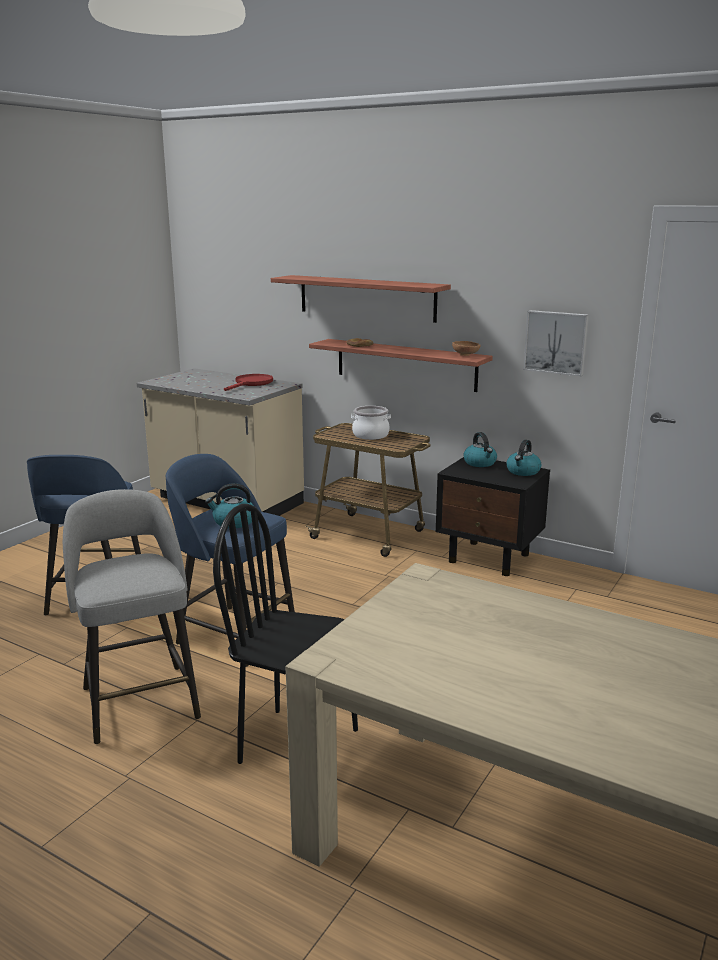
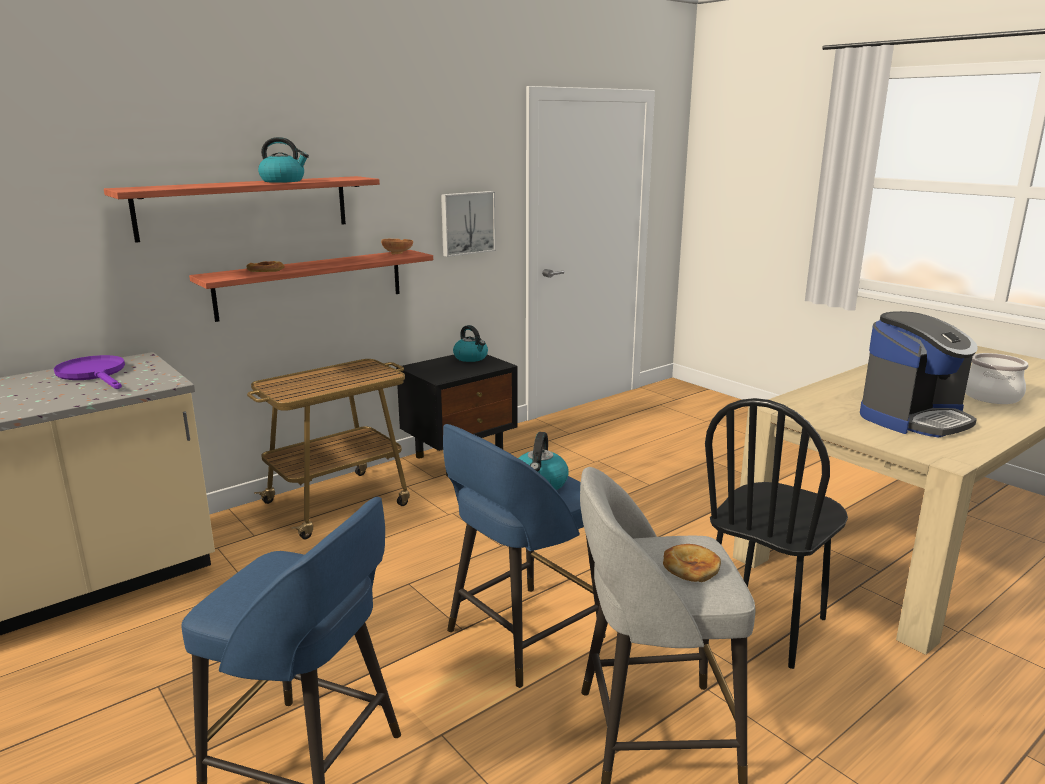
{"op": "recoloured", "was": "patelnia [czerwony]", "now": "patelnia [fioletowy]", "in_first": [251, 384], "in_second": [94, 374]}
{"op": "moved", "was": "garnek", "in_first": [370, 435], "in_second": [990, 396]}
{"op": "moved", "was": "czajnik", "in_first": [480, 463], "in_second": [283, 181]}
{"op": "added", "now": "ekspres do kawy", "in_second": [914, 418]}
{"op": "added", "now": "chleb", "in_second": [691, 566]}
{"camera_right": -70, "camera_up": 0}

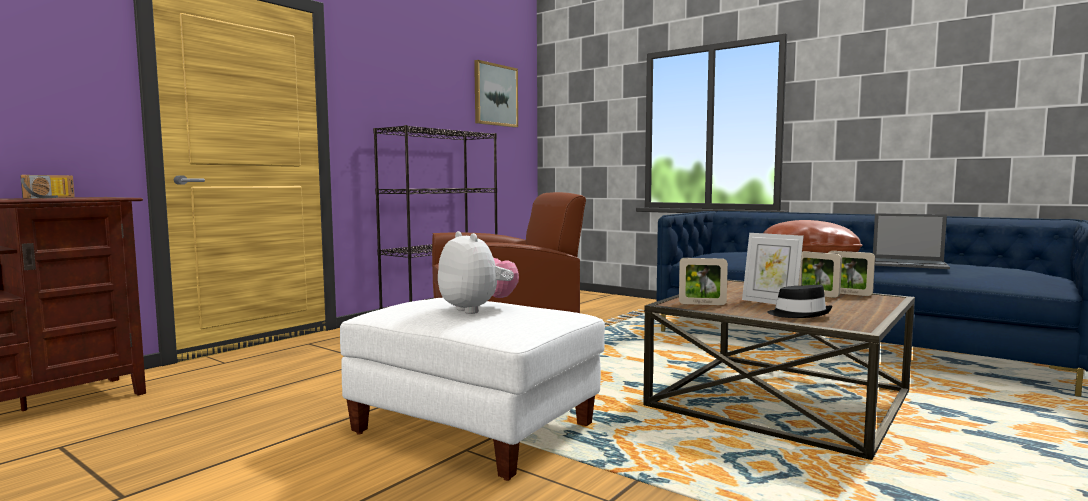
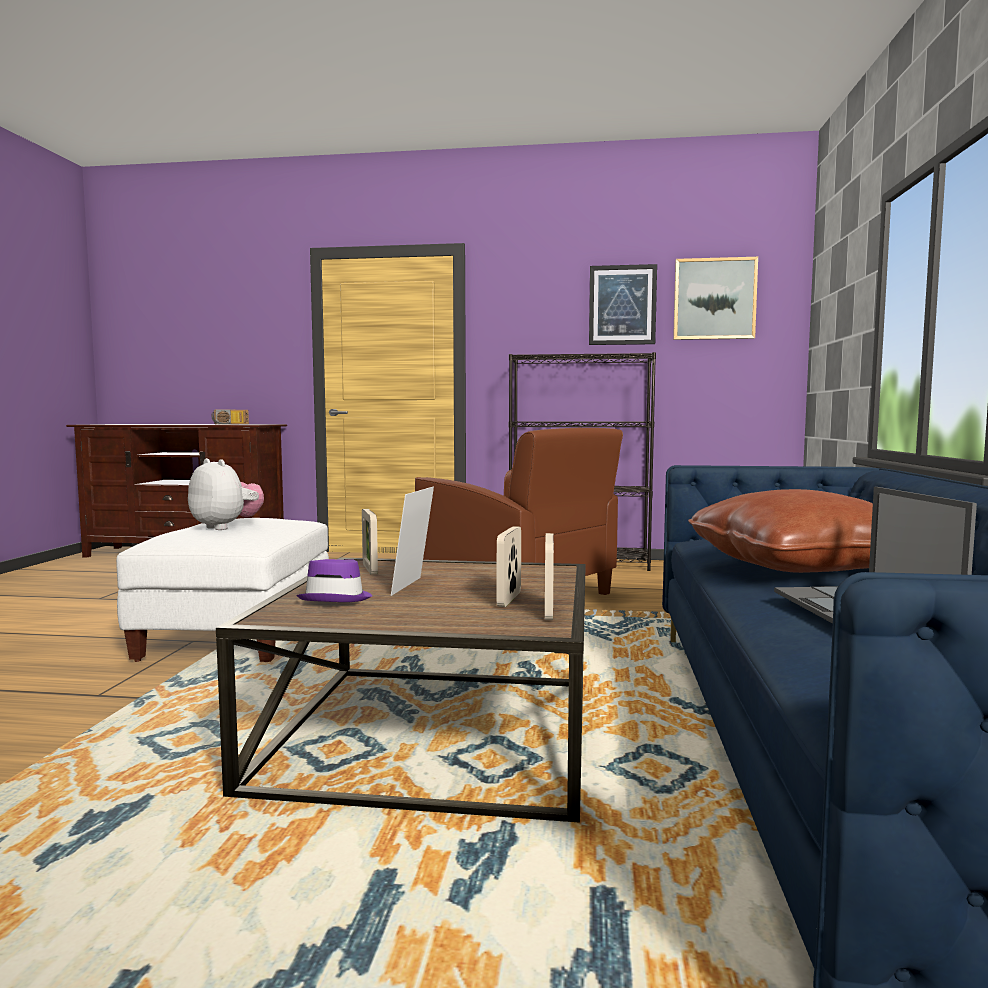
{"op": "turned", "was": "pluszak", "in_first": [477, 309], "in_second": [226, 527], "clockwise": -75}
{"op": "recoloured", "was": "kapelusz [czarny]", "now": "kapelusz [fioletowy]", "in_first": [799, 314], "in_second": [337, 598]}
{"op": "added", "now": "obraz", "in_second": [622, 305]}
{"camera_right": 60, "camera_up": 0}

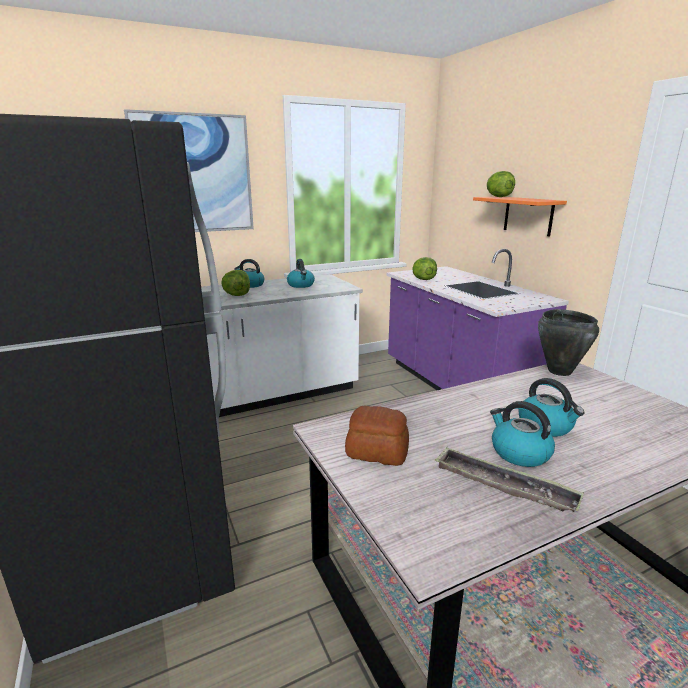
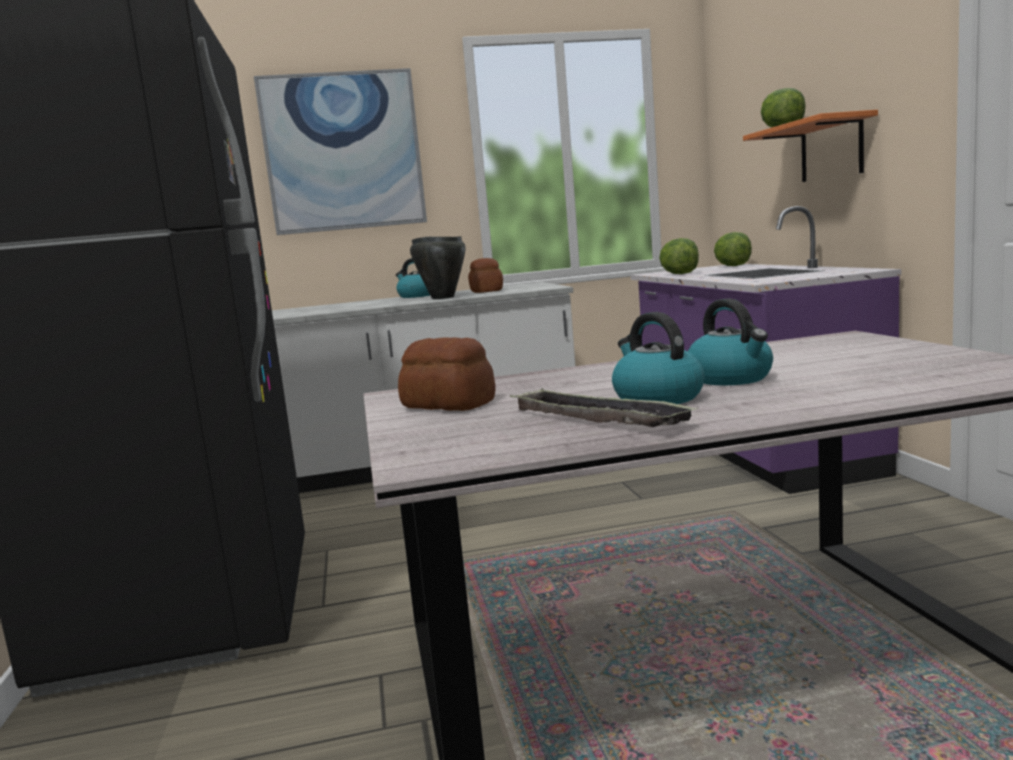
{"op": "replaced", "was": "czajnik", "now": "chleb", "in_first": [301, 285], "in_second": [487, 291]}
{"op": "moved", "was": "sałata", "in_first": [237, 295], "in_second": [732, 266]}
{"op": "moved", "was": "garnek [czarny]", "in_first": [559, 371], "in_second": [442, 298]}
{"camera_right": 15, "camera_up": -10}

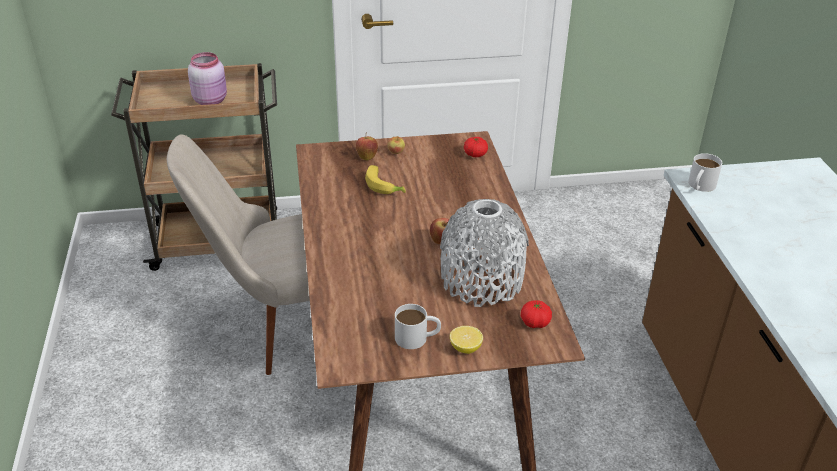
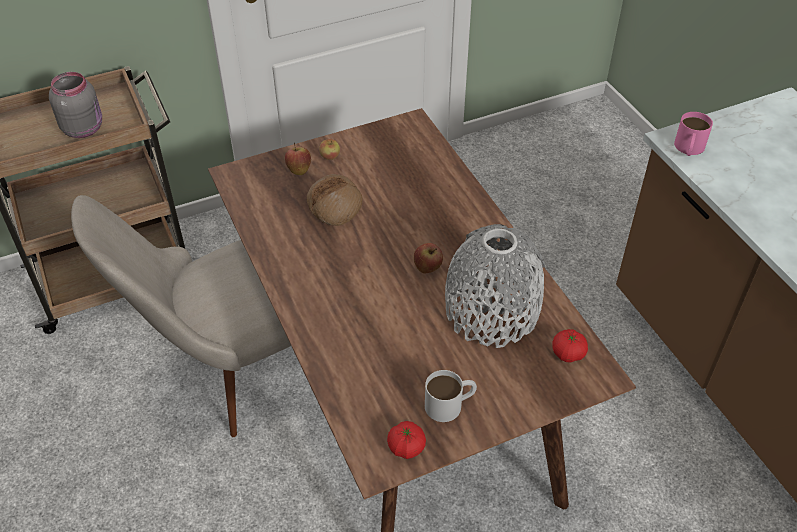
{"op": "recoloured", "was": "słoik [różowy]", "now": "słoik [szary]", "in_first": [211, 100], "in_second": [84, 128]}
{"op": "moved", "was": "pomidor", "in_first": [475, 154], "in_second": [406, 447]}
{"op": "recoloured", "was": "kubek [biały]", "now": "kubek [różowy]", "in_first": [700, 186], "in_second": [688, 149]}
{"op": "replaced", "was": "banan", "now": "chleb", "in_first": [385, 185], "in_second": [335, 206]}
{"op": "removed", "was": "cytryna", "in_first": [465, 348]}
{"camera_right": -15, "camera_up": 10}

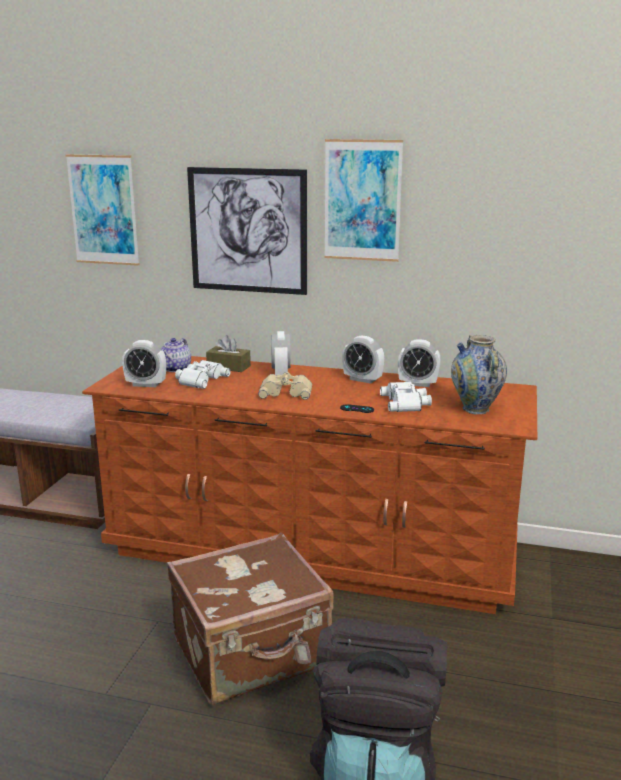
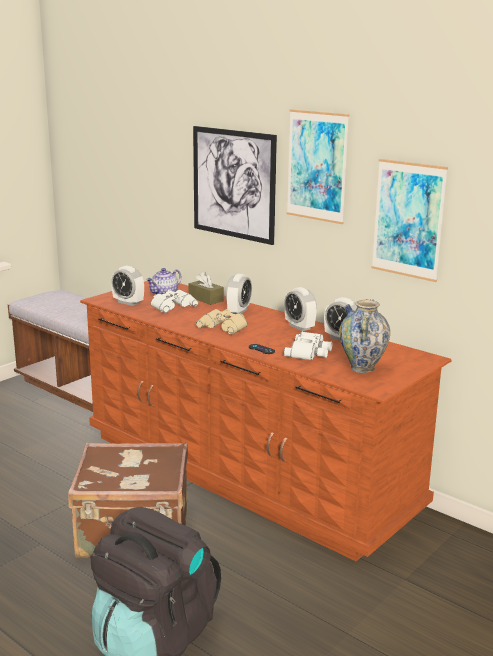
{"op": "moved", "was": "obraz", "in_first": [103, 210], "in_second": [408, 219]}
{"camera_right": 25, "camera_up": 0}

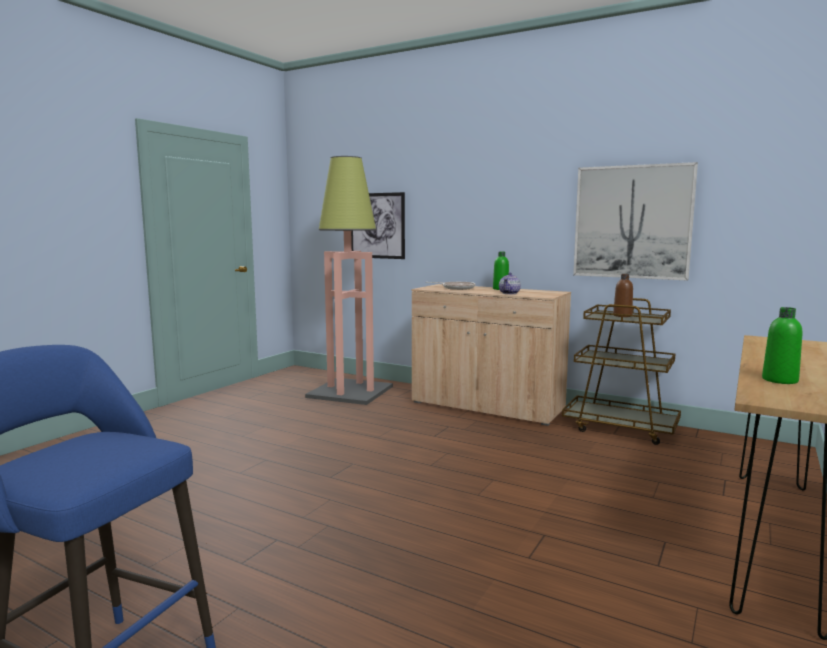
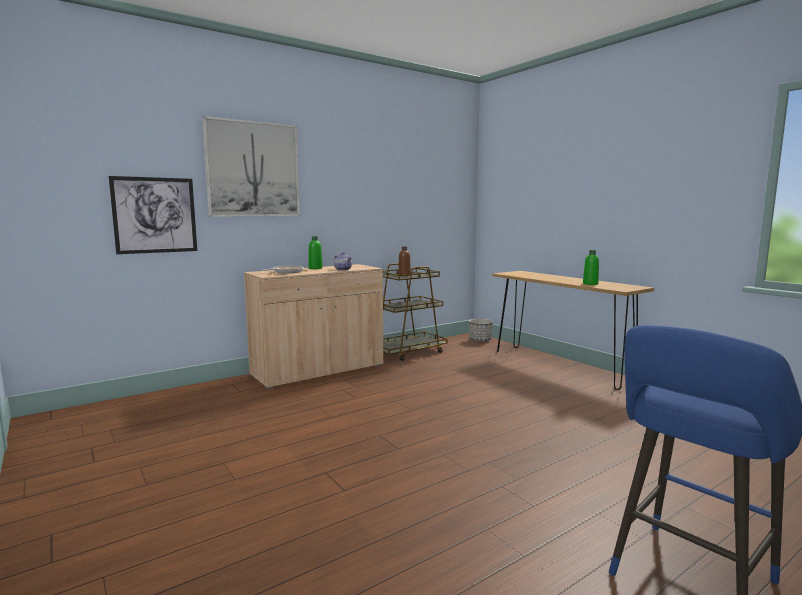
{"op": "removed", "was": "lampa stojąca", "in_first": [351, 392]}
{"op": "moved", "was": "obraz", "in_first": [632, 222], "in_second": [253, 169]}
{"op": "added", "now": "donica", "in_second": [480, 340]}
{"camera_right": -65, "camera_up": 0}

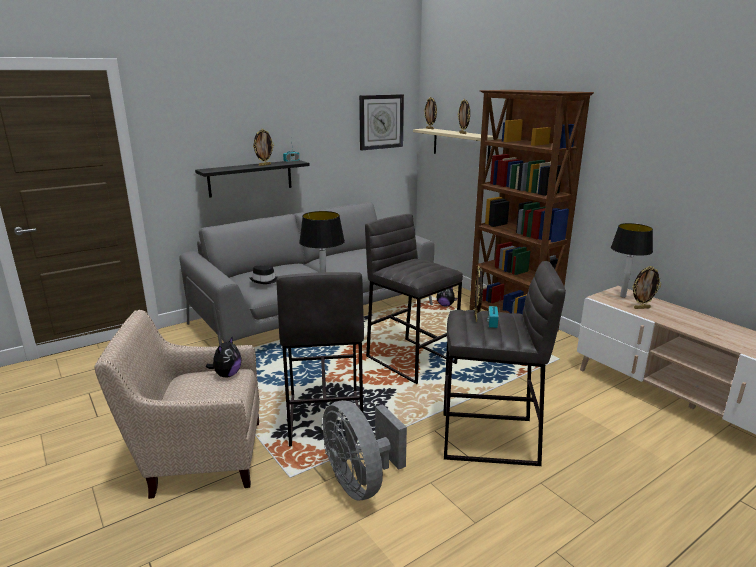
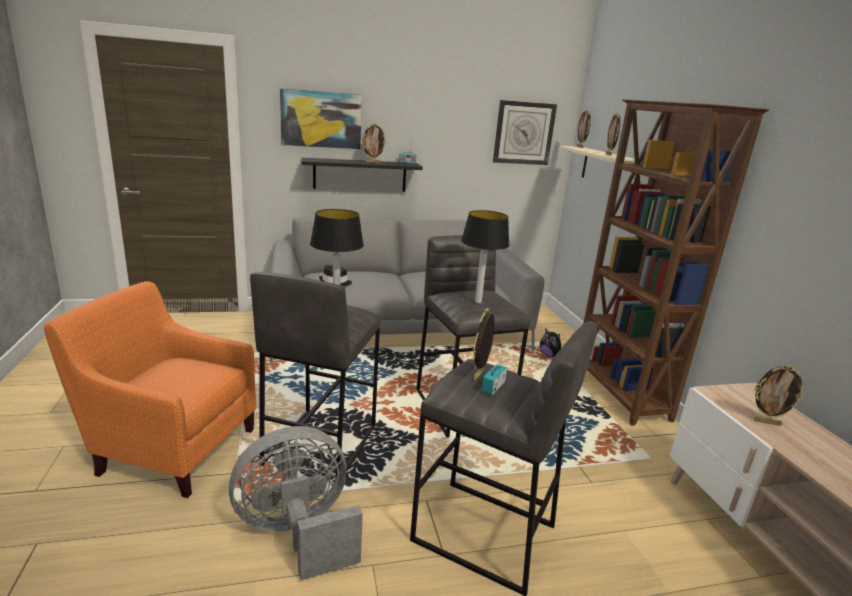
{"op": "moved", "was": "lampa stołowa", "in_first": [622, 296], "in_second": [478, 301]}
{"op": "recoloured", "was": "fotel [beżowy]", "now": "fotel [pomarańczowy]", "in_first": [199, 456], "in_second": [172, 447]}
{"op": "removed", "was": "pluszak", "in_first": [227, 375]}
{"op": "turned", "was": "wentylator [szary]", "in_first": [361, 481], "in_second": [298, 533], "clockwise": 75}
{"op": "added", "now": "obraz", "in_second": [321, 119]}
{"camera_right": 20, "camera_up": 0}

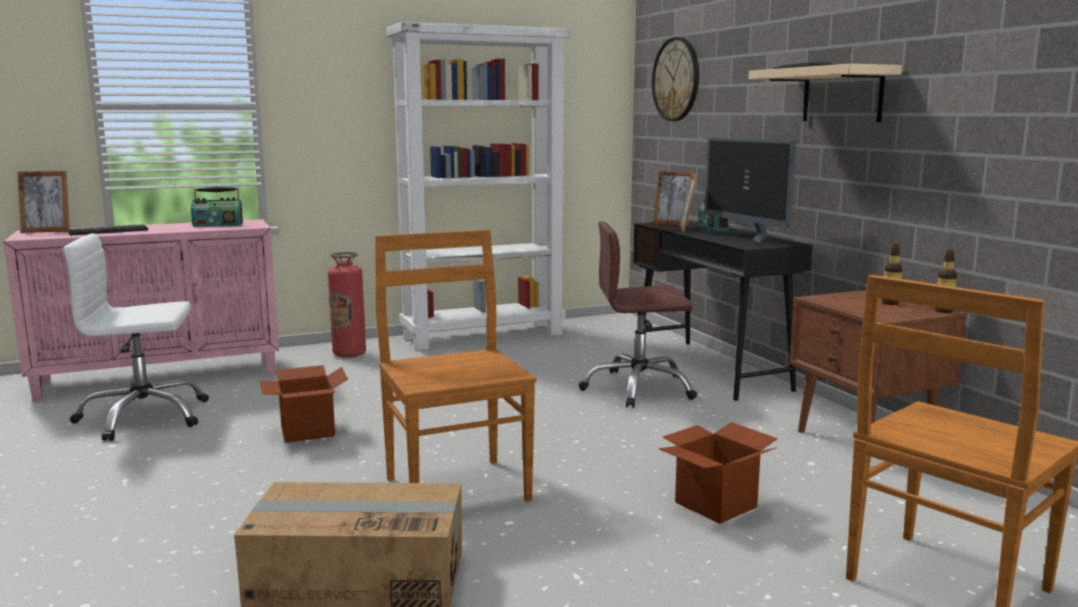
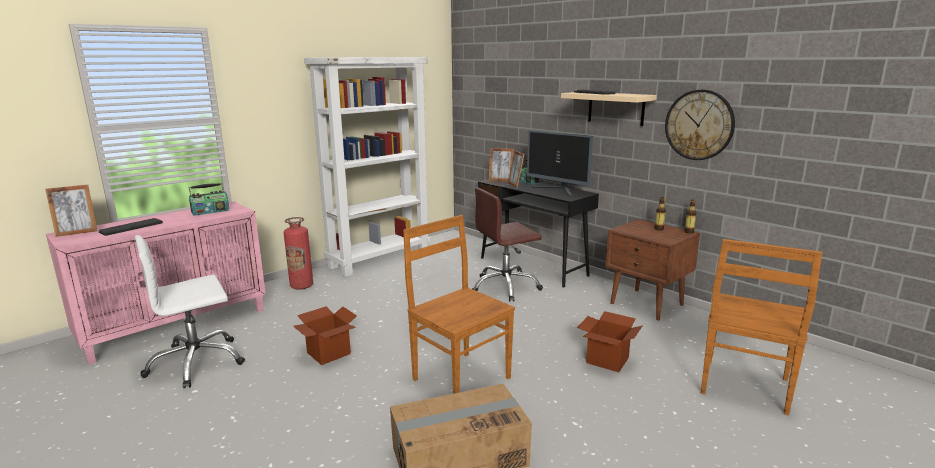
{"op": "moved", "was": "zegar ścienny", "in_first": [676, 79], "in_second": [699, 125]}
{"camera_right": -20, "camera_up": 5}

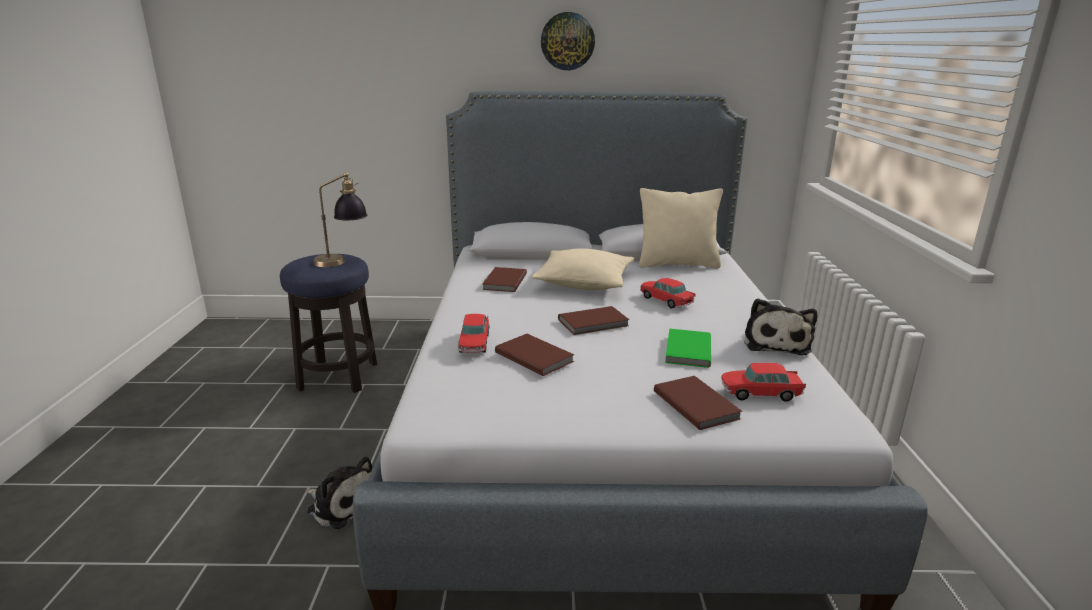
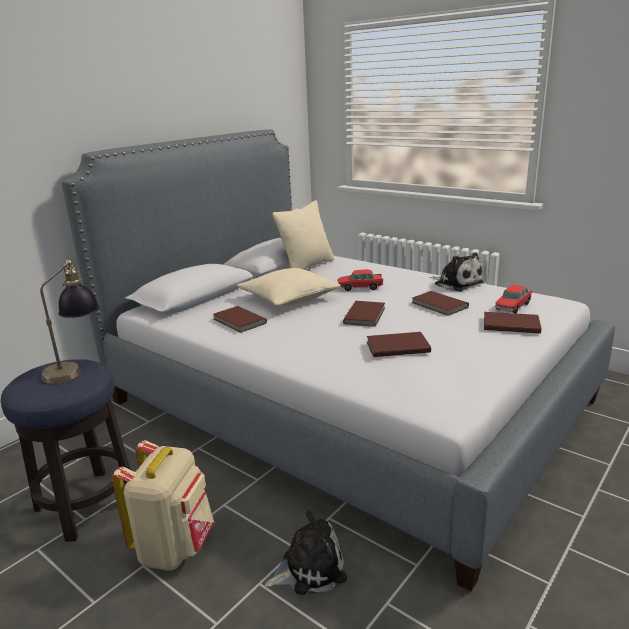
{"op": "removed", "was": "zegar ścienny", "in_first": [567, 41]}
{"op": "removed", "was": "samochodzik", "in_first": [474, 343]}
{"op": "recoloured", "was": "książka [zielony]", "now": "książka [brązowy]", "in_first": [686, 350], "in_second": [439, 305]}
{"op": "added", "now": "plecak [beżowy]", "in_second": [175, 547]}
{"camera_right": -50, "camera_up": 0}

